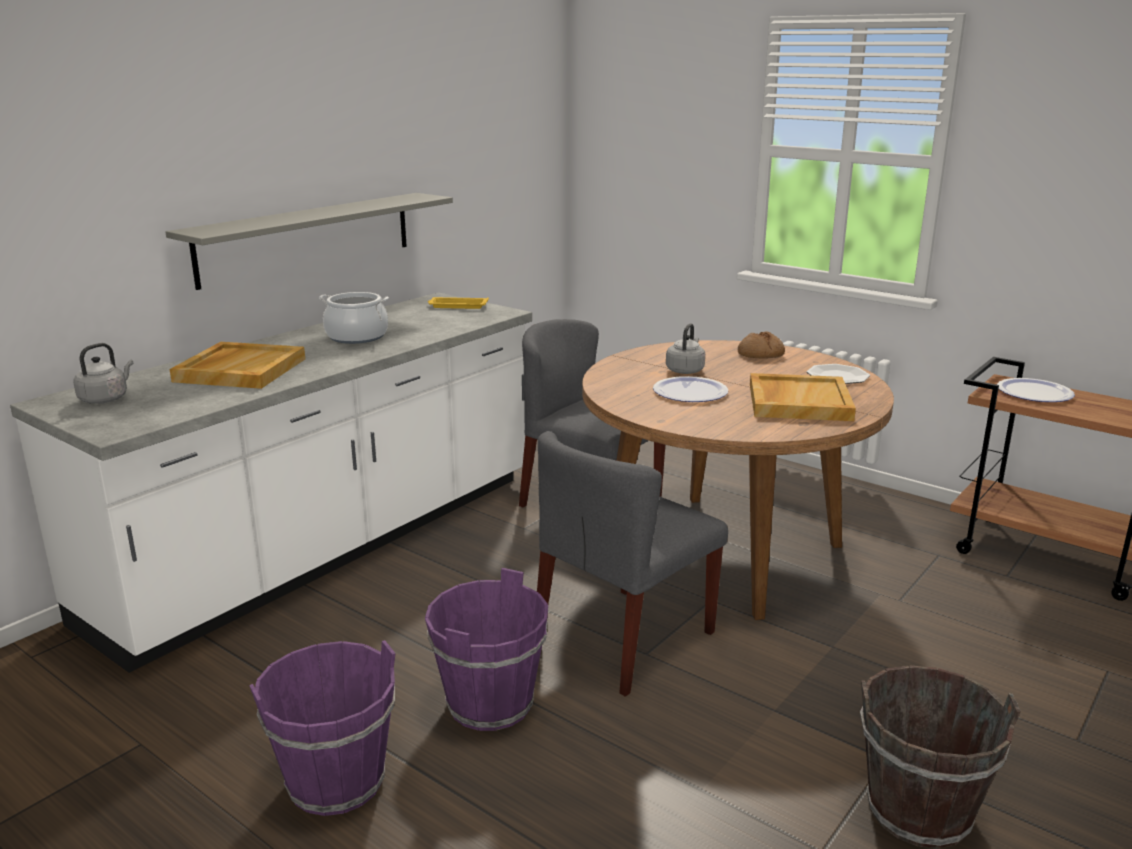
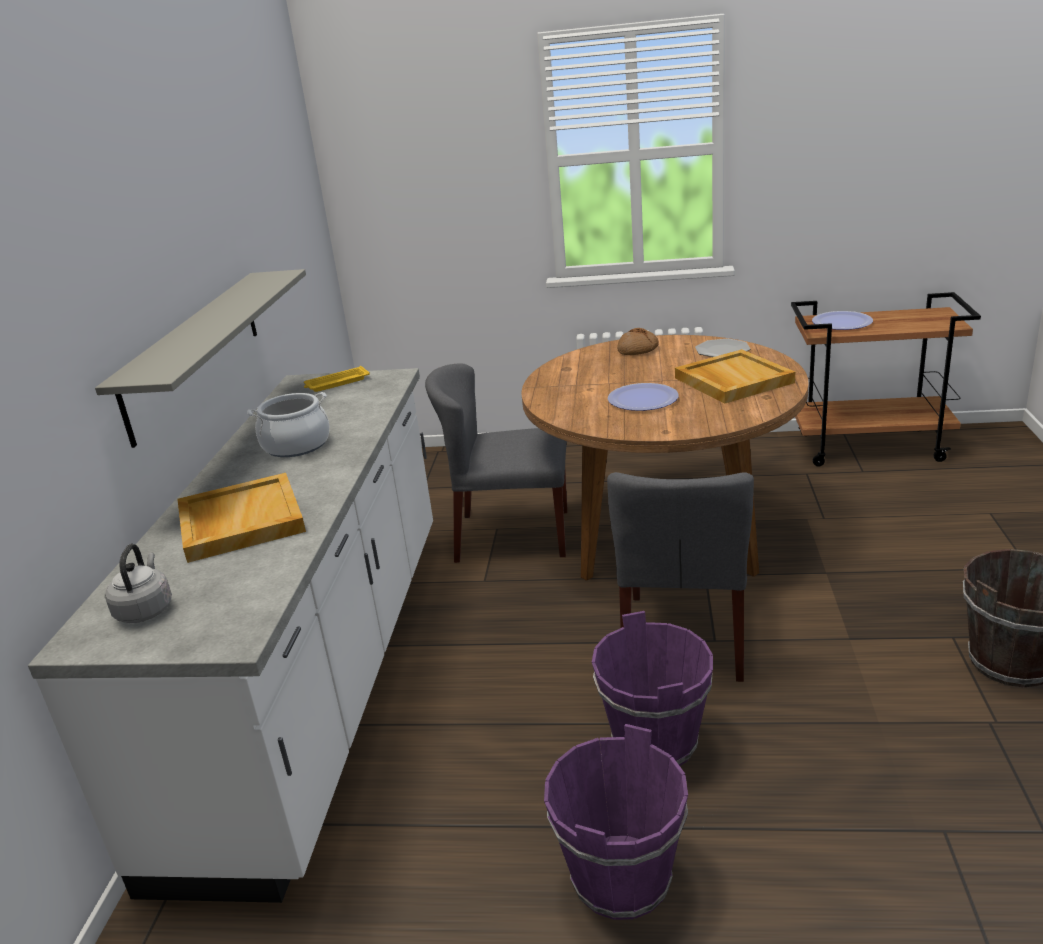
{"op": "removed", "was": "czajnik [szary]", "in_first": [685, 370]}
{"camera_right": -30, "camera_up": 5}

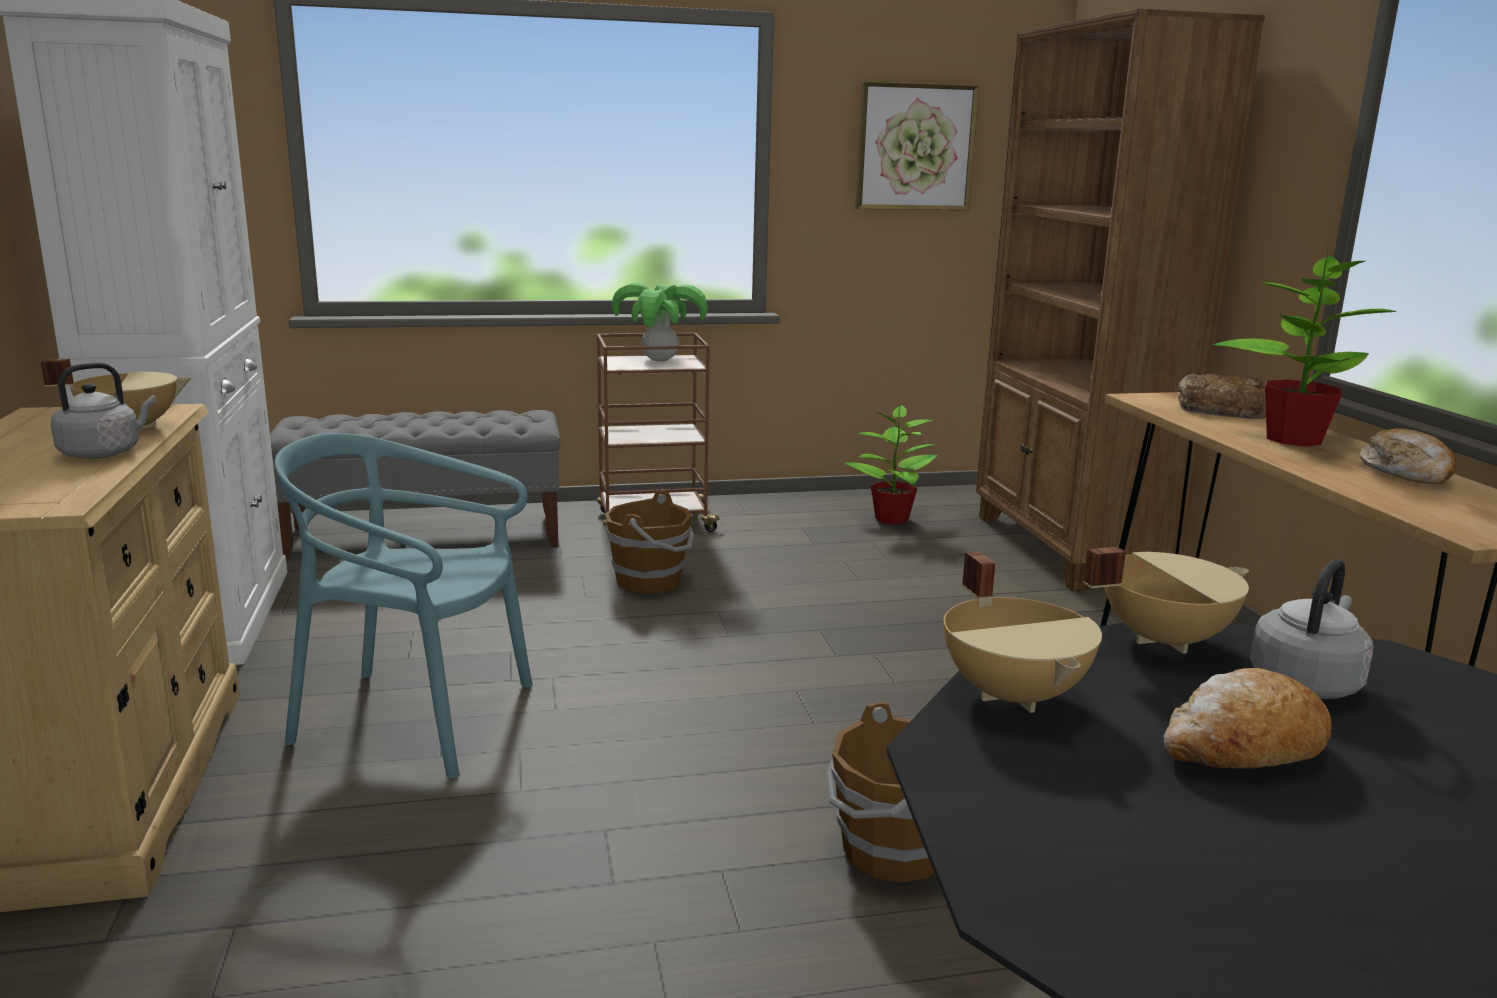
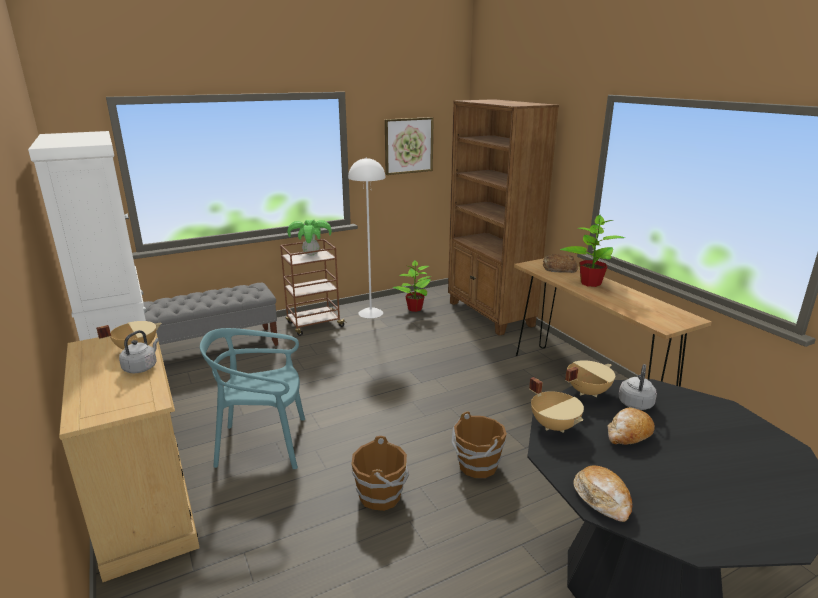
{"op": "moved", "was": "chleb", "in_first": [1407, 473], "in_second": [602, 499]}
{"op": "moved", "was": "wiadro [brązowy]", "in_first": [650, 581], "in_second": [381, 495]}
{"op": "added", "now": "lampa stojąca [biały]", "in_second": [370, 313]}
{"camera_right": -15, "camera_up": 5}

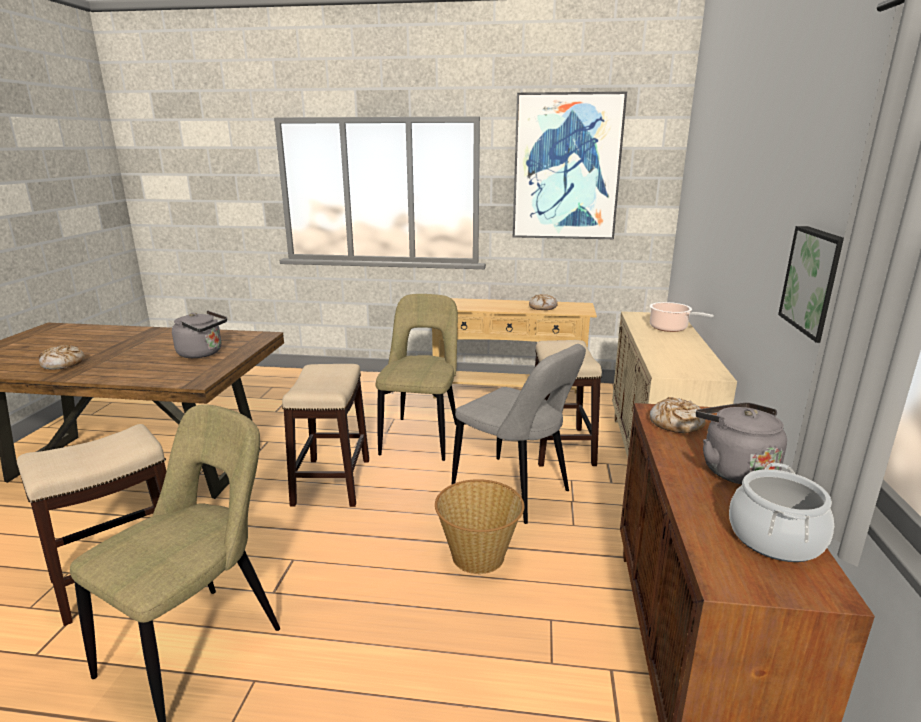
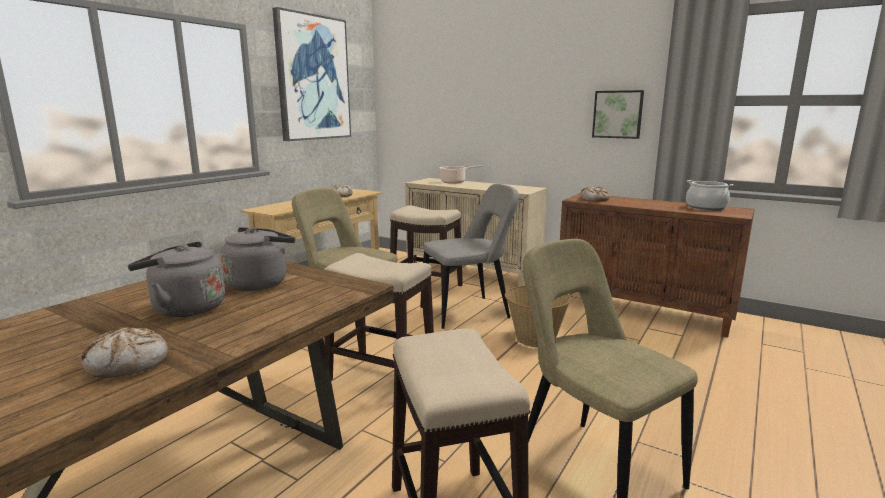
{"op": "moved", "was": "czajnik [szary]", "in_first": [734, 469], "in_second": [184, 308]}
{"camera_right": -65, "camera_up": -5}

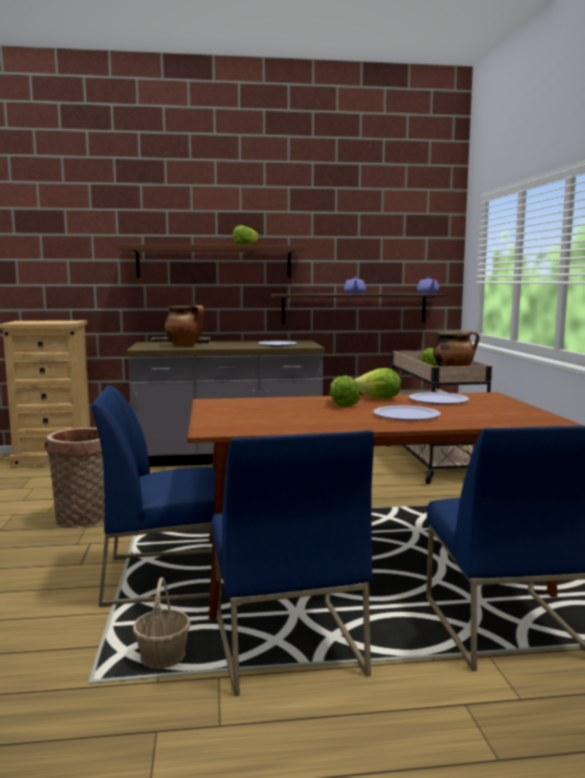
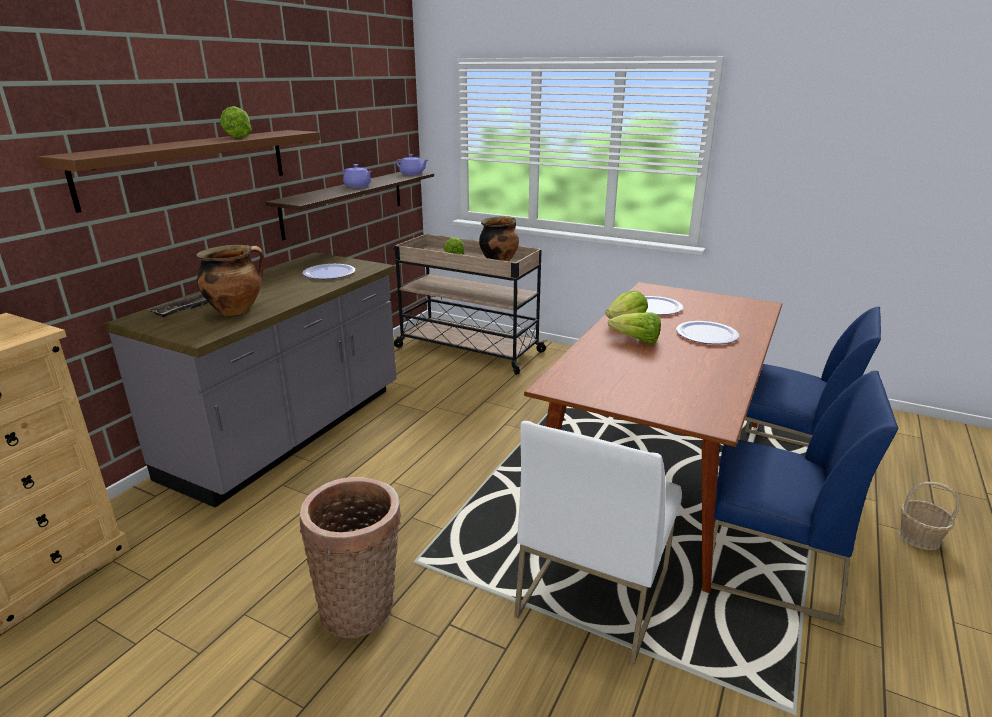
{"op": "recoloured", "was": "krzesło [niebieski]", "now": "krzesło [biały]", "in_first": [165, 576], "in_second": [593, 591]}
{"op": "moved", "was": "koszyk", "in_first": [163, 657], "in_second": [918, 537]}
{"camera_right": -55, "camera_up": 15}

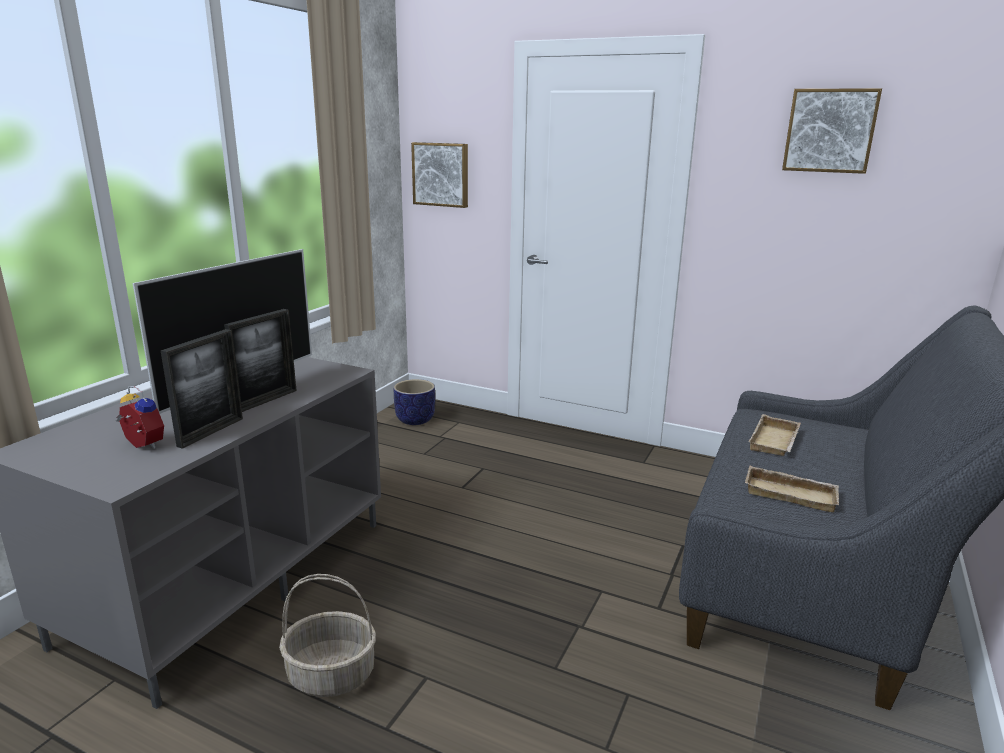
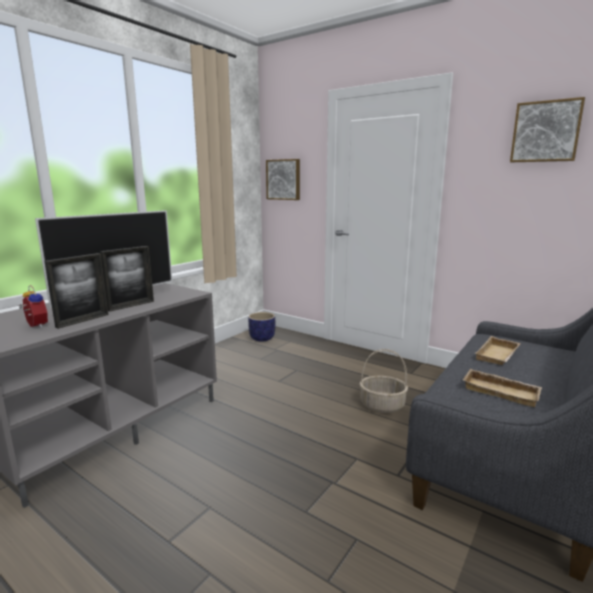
{"op": "moved", "was": "koszyk", "in_first": [332, 674], "in_second": [382, 405]}
{"camera_right": 10, "camera_up": -5}

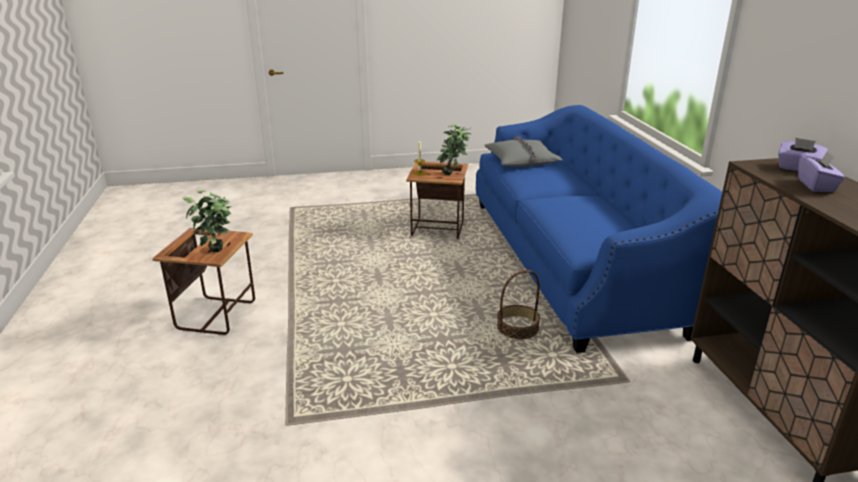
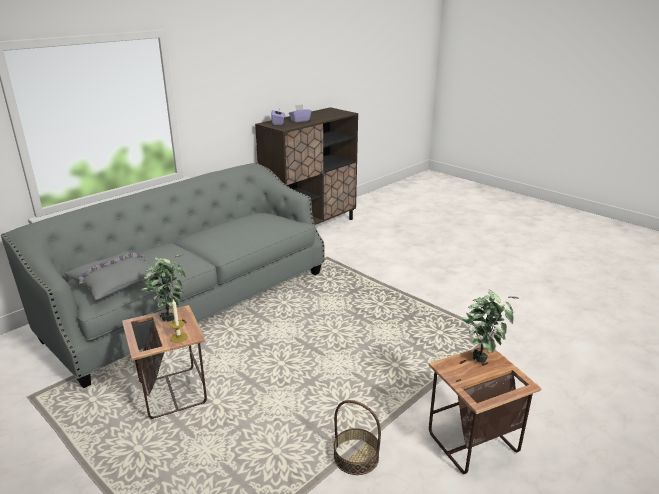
{"op": "recoloured", "was": "kanapa [niebieski]", "now": "kanapa [szary]", "in_first": [571, 260], "in_second": [192, 303]}
{"op": "moved", "was": "koszyk", "in_first": [517, 328], "in_second": [356, 457]}
{"camera_right": -125, "camera_up": 0}

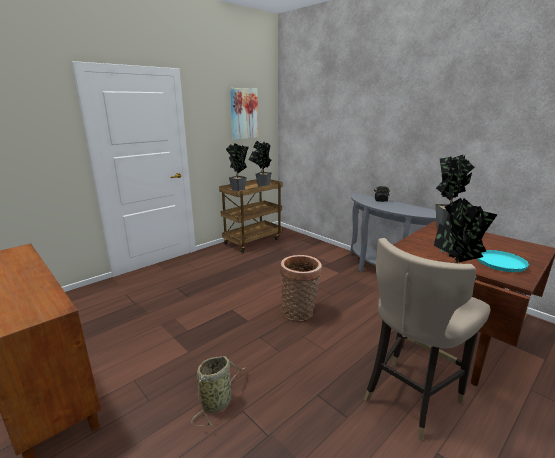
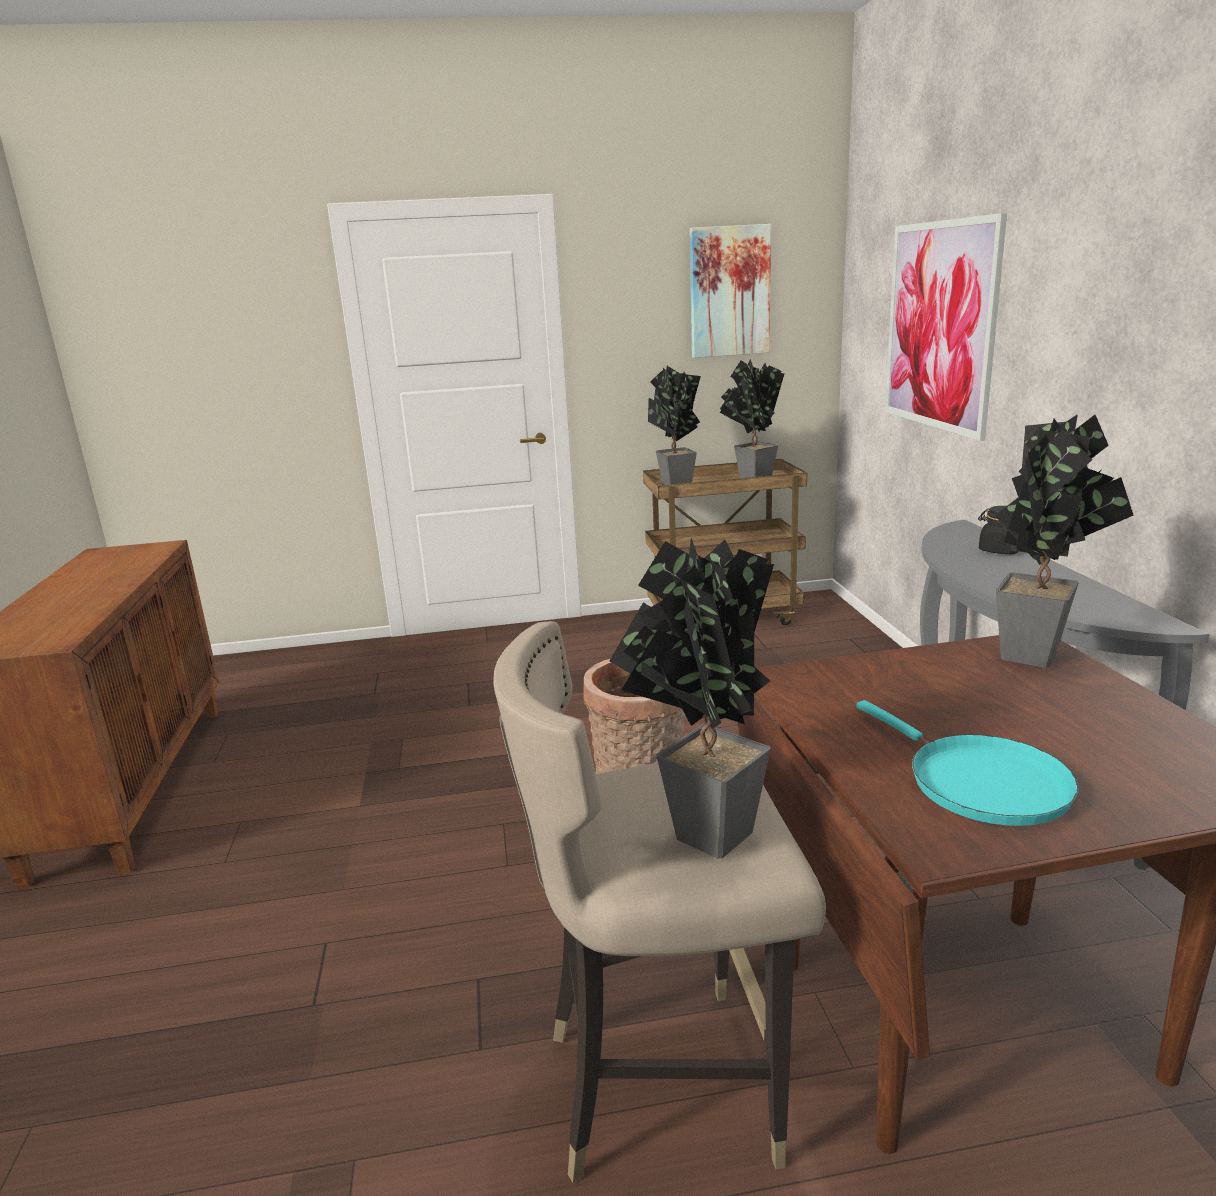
{"op": "removed", "was": "koszyk", "in_first": [218, 401]}
{"op": "added", "now": "obraz", "in_second": [939, 326]}
{"camera_right": 35, "camera_up": 0}

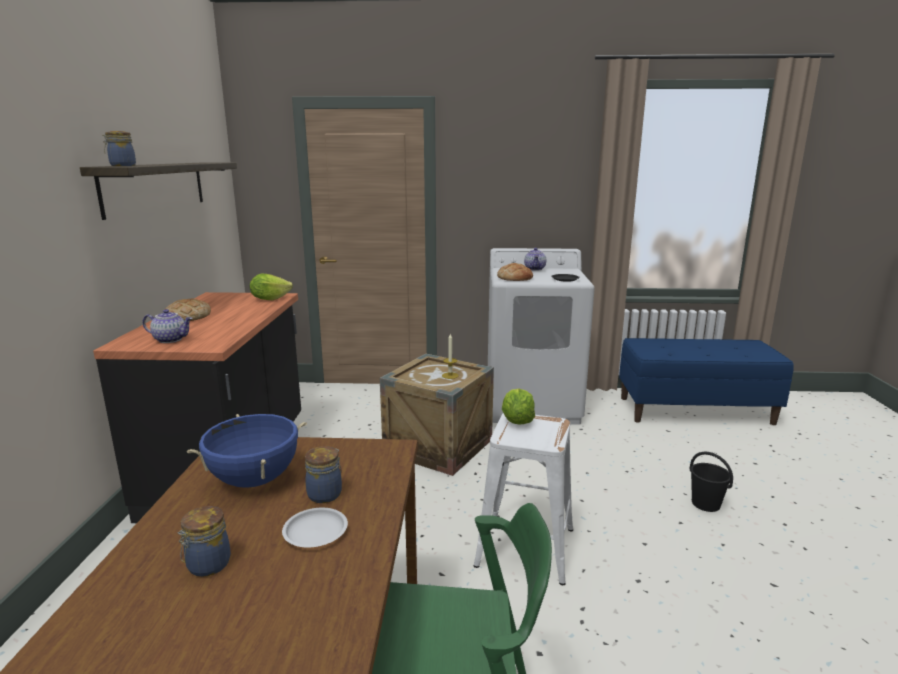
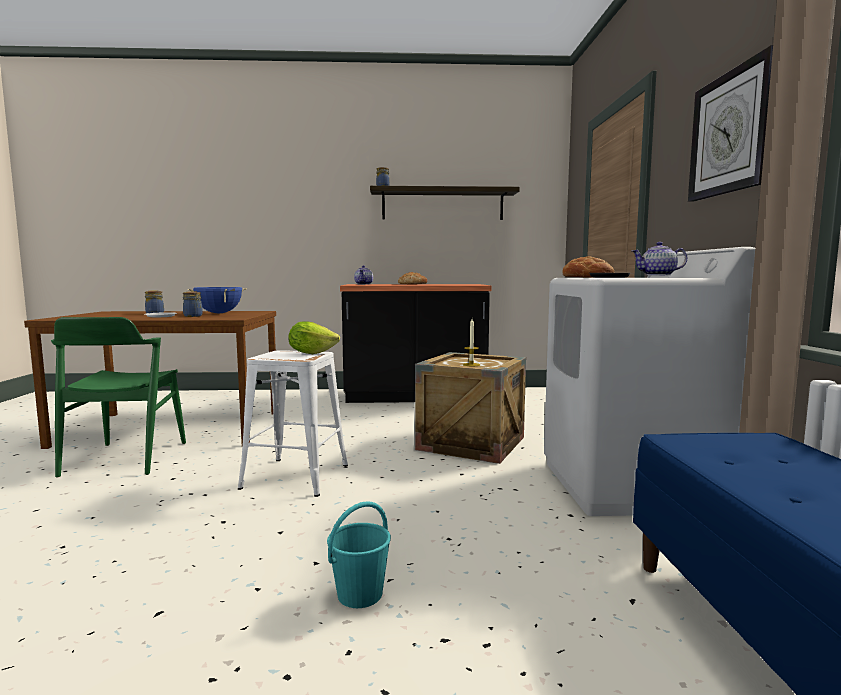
{"op": "removed", "was": "sałata", "in_first": [269, 299]}
{"op": "recoloured", "was": "wiadro [czarny]", "now": "wiadro [turkusowy]", "in_first": [706, 504], "in_second": [359, 594]}
{"op": "added", "now": "zegar ścienny", "in_second": [731, 133]}
{"camera_right": 85, "camera_up": -10}

